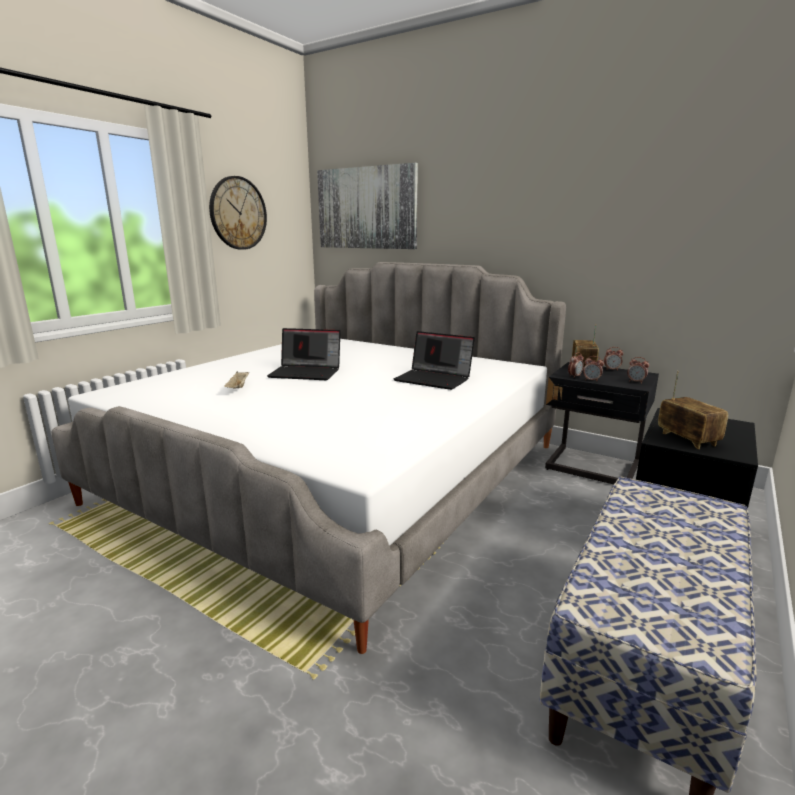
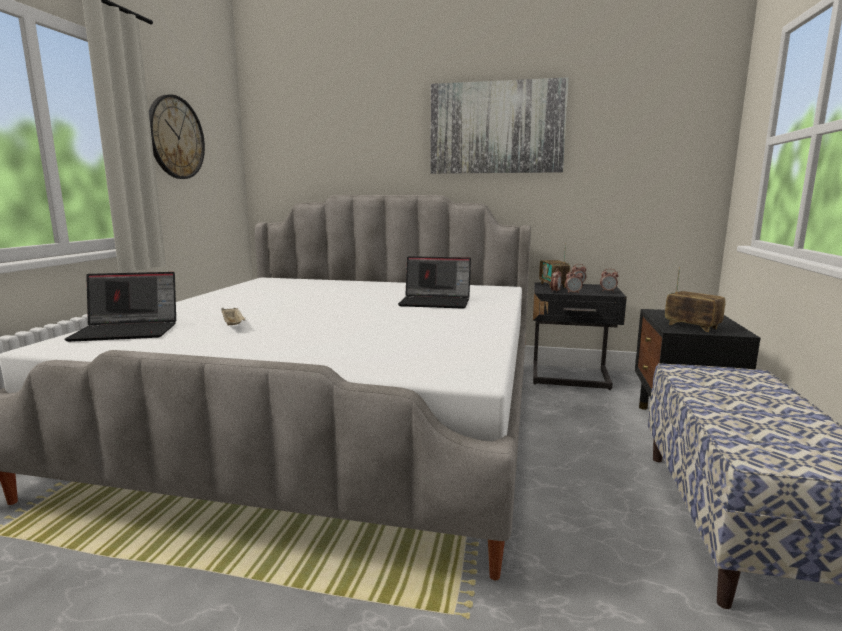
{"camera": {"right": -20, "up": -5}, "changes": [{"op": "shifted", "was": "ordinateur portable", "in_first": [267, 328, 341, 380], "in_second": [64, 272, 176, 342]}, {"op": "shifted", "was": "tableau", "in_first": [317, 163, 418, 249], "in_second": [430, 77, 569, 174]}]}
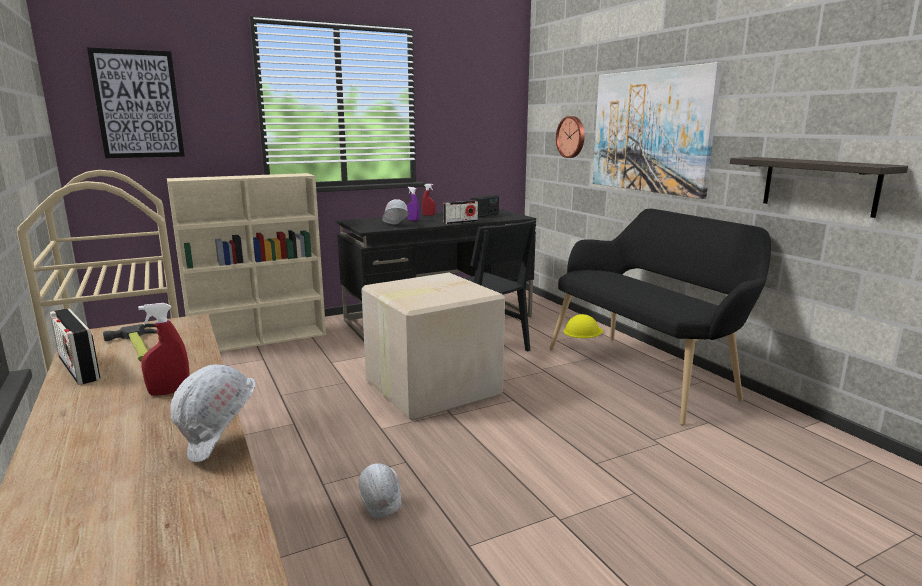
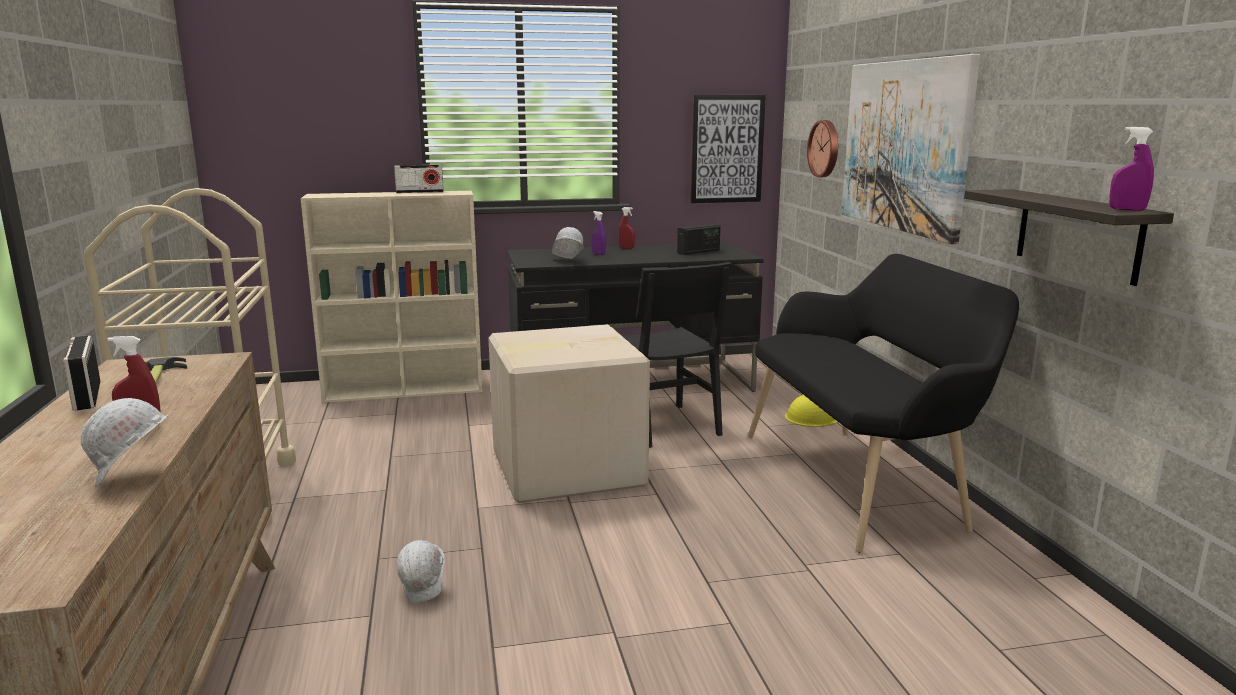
{"camera": {"right": 15, "up": 0}, "changes": [{"op": "shifted", "was": "tableau", "in_first": [87, 47, 185, 158], "in_second": [691, 95, 766, 203]}, {"op": "shifted", "was": "radio", "in_first": [443, 201, 478, 224], "in_second": [394, 165, 444, 193]}, {"op": "new", "now": "vaporisateur/violet", "in_second": [1109, 127, 1154, 211]}]}
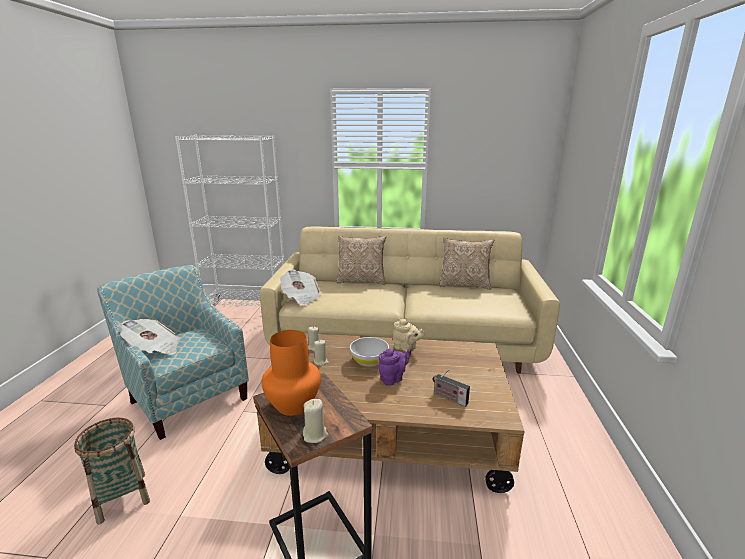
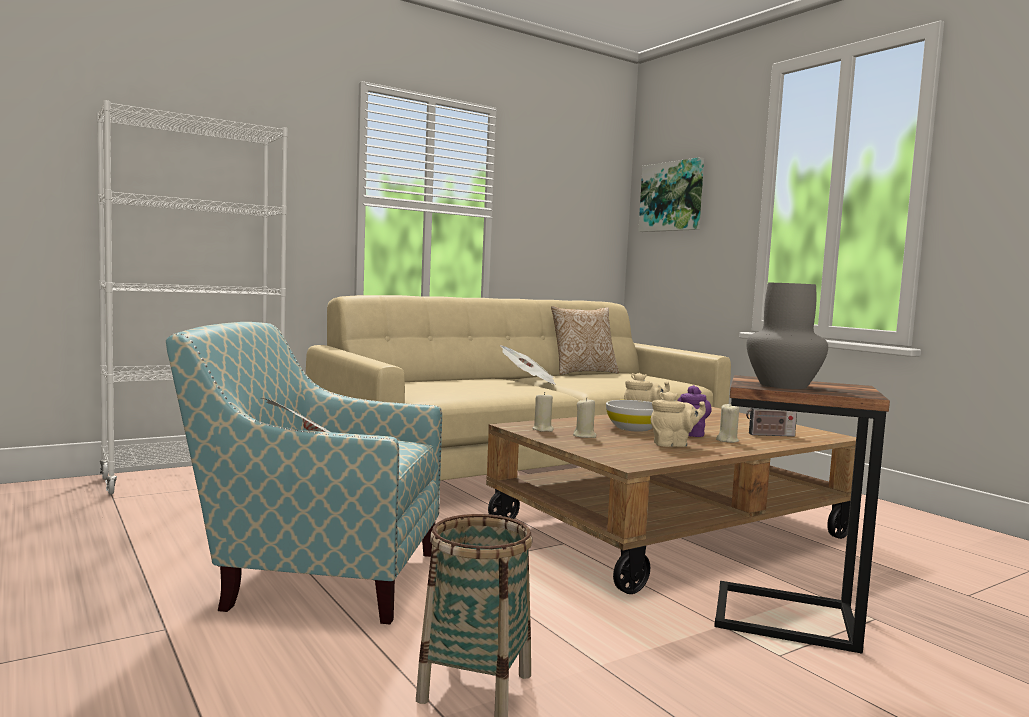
{"camera": {"right": -40, "up": -15}, "changes": [{"op": "repainted", "was": "vase/orange", "now": "vase/gris", "in_first": [261, 330, 321, 416], "in_second": [746, 283, 828, 389]}, {"op": "shifted", "was": "journal", "in_first": [280, 270, 321, 306], "in_second": [500, 345, 556, 385]}, {"op": "shifted", "was": "bougie/beige", "in_first": [303, 399, 328, 443], "in_second": [716, 402, 739, 443]}, {"op": "gone", "was": "coussin", "in_first": [336, 236, 386, 285]}, {"op": "new", "now": "tableau", "in_second": [638, 157, 704, 232]}, {"op": "new", "now": "théière/beige", "in_second": [651, 391, 706, 447]}]}
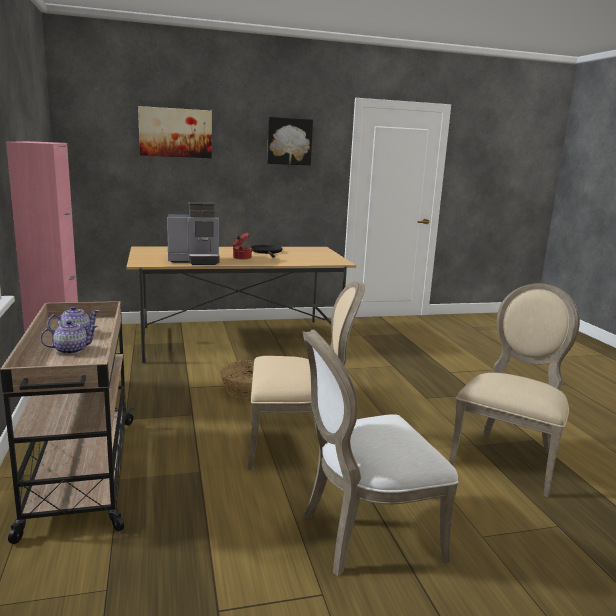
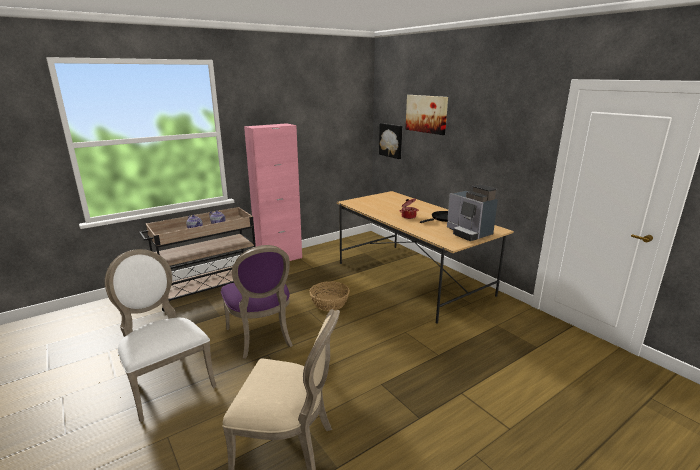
{"camera": {"right": 70, "up": 5}, "changes": [{"op": "shifted", "was": "machine à café", "in_first": [167, 202, 219, 265], "in_second": [447, 184, 498, 241]}, {"op": "repainted", "was": "chaise/beige", "now": "chaise/violet", "in_first": [247, 281, 365, 470], "in_second": [221, 245, 293, 359]}, {"op": "shifted", "was": "tableau", "in_first": [267, 117, 313, 165], "in_second": [379, 123, 402, 159]}]}
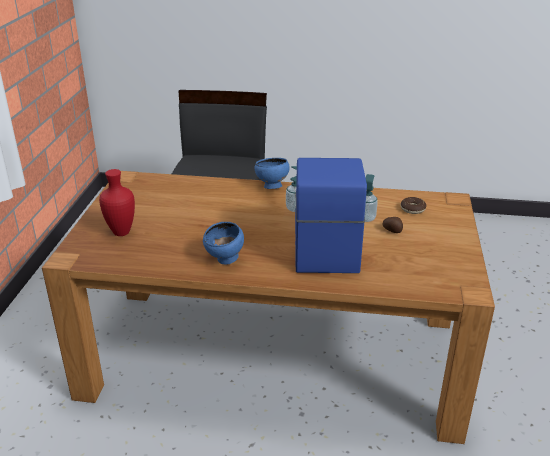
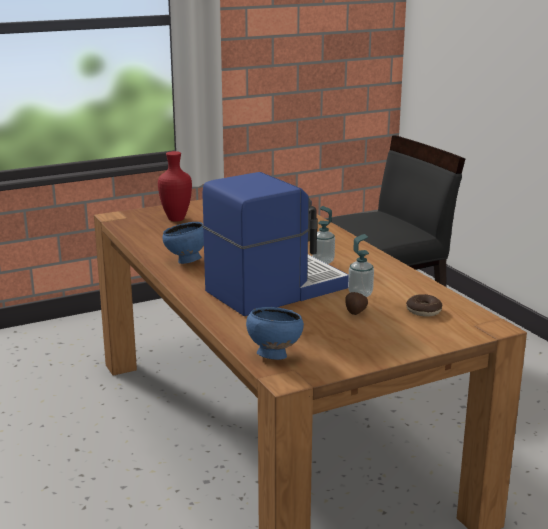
{"camera": {"right": 55, "up": -10}, "changes": [{"op": "shifted", "was": "bol/bleu", "in_first": [254, 158, 290, 189], "in_second": [246, 307, 304, 360]}]}
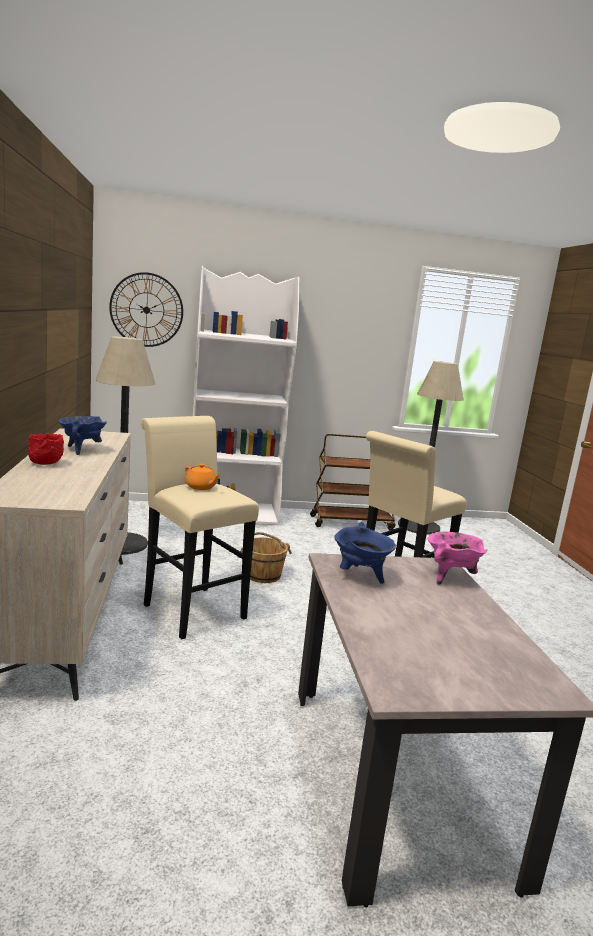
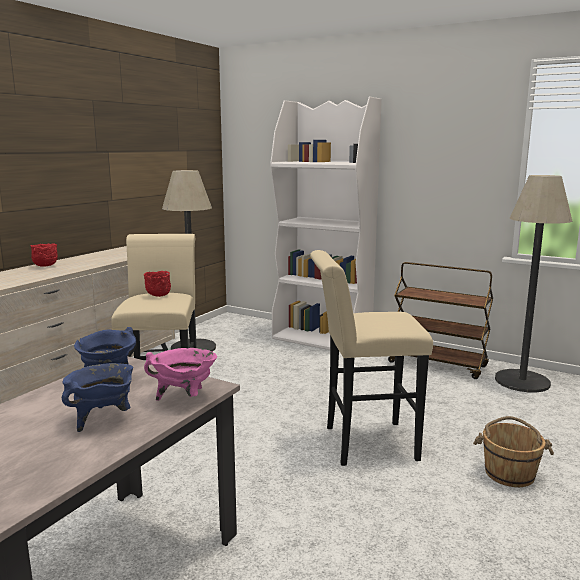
{"camera": {"right": 40, "up": 0}, "changes": [{"op": "shifted", "was": "marmite/bleu", "in_first": [58, 416, 107, 455], "in_second": [62, 363, 133, 432]}, {"op": "gone", "was": "horloge murale", "in_first": [109, 272, 183, 347]}, {"op": "swapped", "was": "théière/orange", "now": "bol/rouge", "in_first": [185, 464, 221, 490], "in_second": [144, 271, 171, 297]}, {"op": "shifted", "was": "seau/marron", "in_first": [238, 532, 292, 583], "in_second": [473, 416, 554, 487]}]}
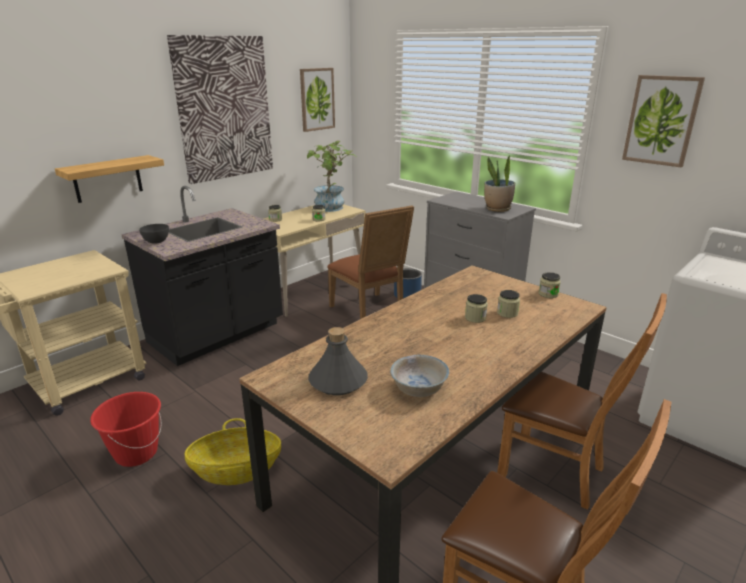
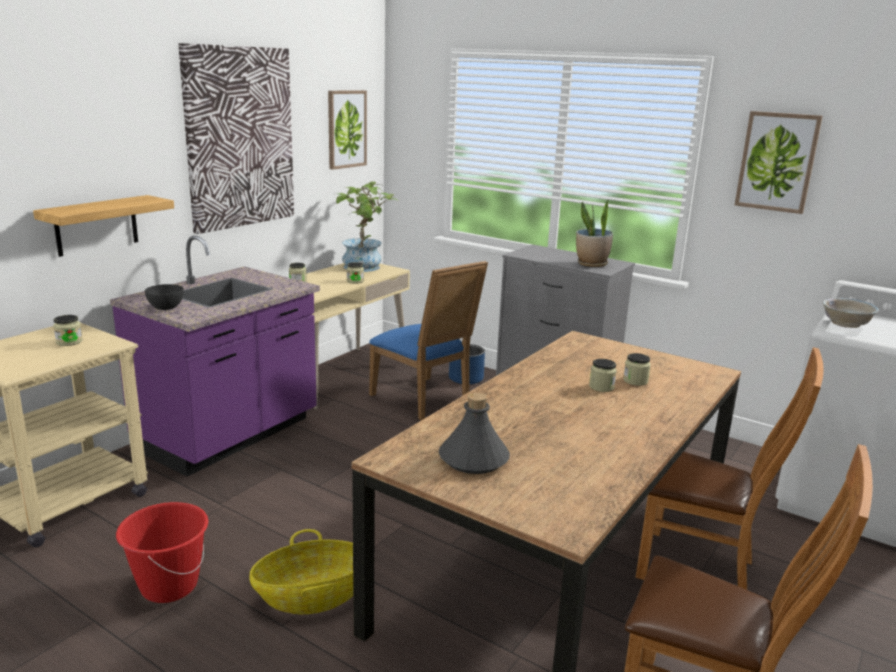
{"camera": {"right": -10, "up": -5}, "changes": [{"op": "repainted", "was": "comptoir de cuisine/noir", "now": "comptoir de cuisine/violet", "in_first": [121, 186, 283, 366], "in_second": [110, 235, 320, 477]}, {"op": "repainted", "was": "chaise/marron", "now": "chaise/bleu", "in_first": [327, 205, 414, 319], "in_second": [369, 261, 488, 420]}, {"op": "shifted", "was": "bol/blanc", "in_first": [390, 355, 449, 397], "in_second": [822, 298, 879, 328]}, {"op": "shifted", "was": "bocal", "in_first": [539, 272, 561, 298], "in_second": [53, 315, 82, 346]}]}
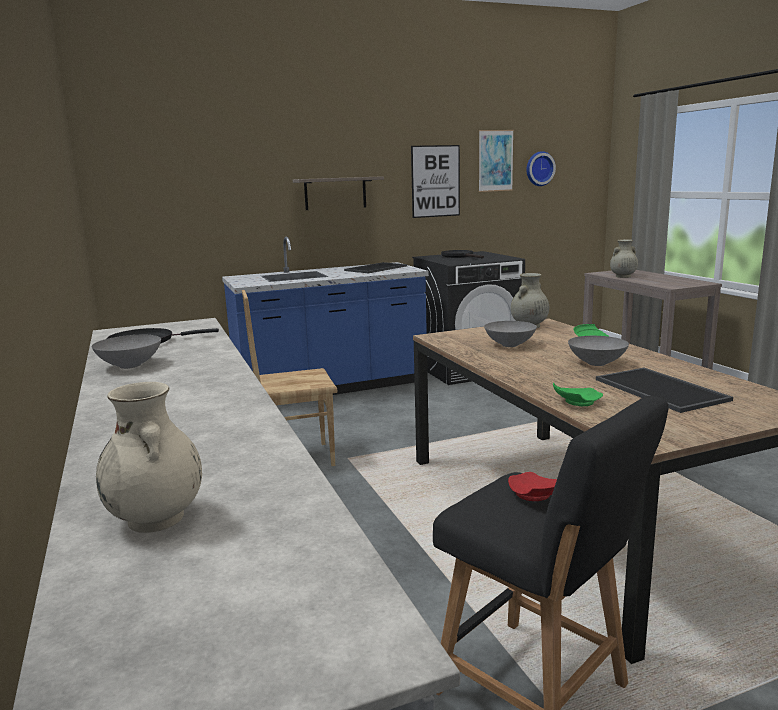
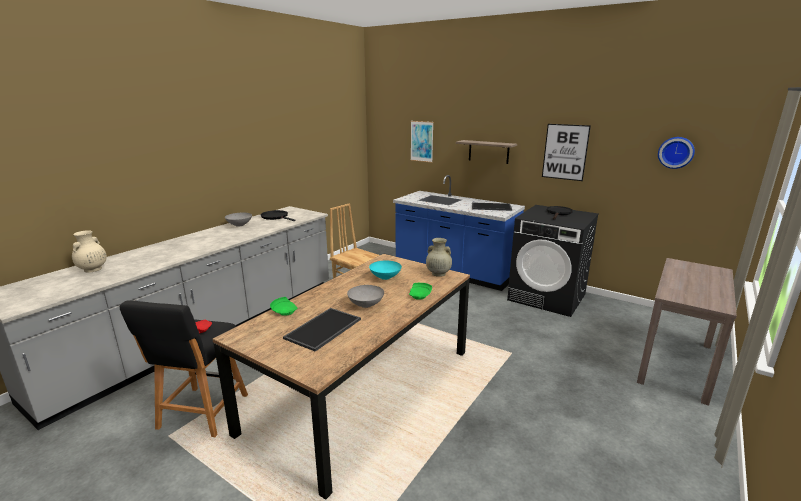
{"camera": {"right": 55, "up": 5}, "changes": [{"op": "shifted", "was": "tableau", "in_first": [479, 130, 514, 192], "in_second": [411, 121, 434, 162]}, {"op": "repainted", "was": "bol/gris", "now": "bol/turquoise", "in_first": [484, 321, 537, 347], "in_second": [369, 261, 402, 280]}, {"op": "gone", "was": "vase/beige", "in_first": [610, 239, 638, 278]}]}
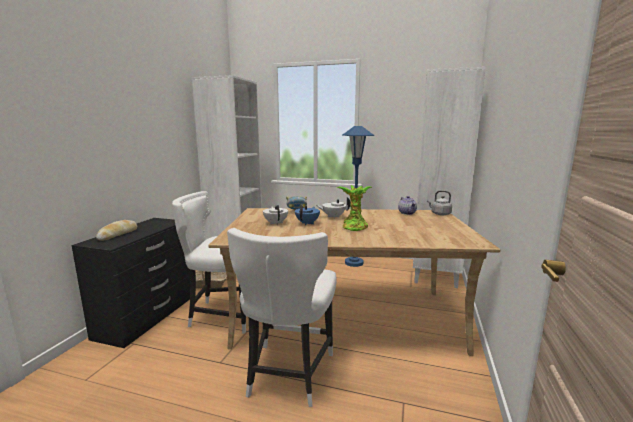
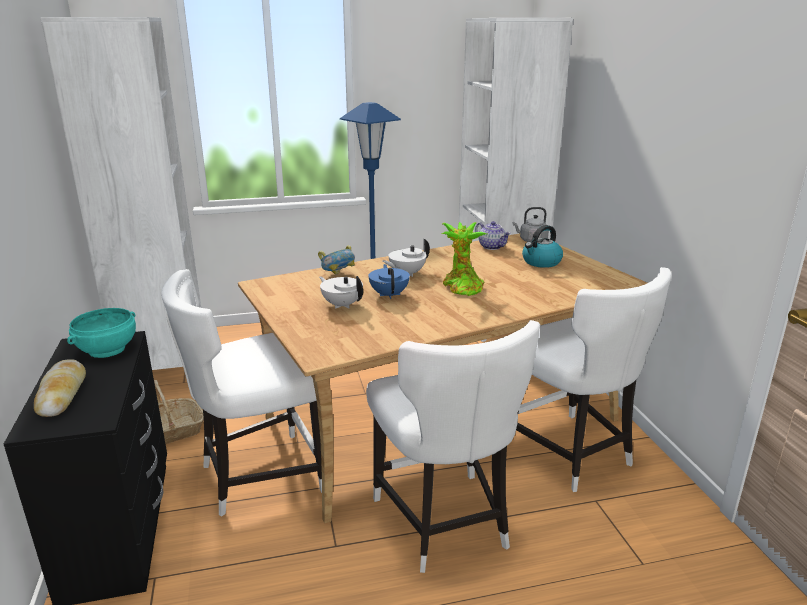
{"camera": {"right": -30, "up": 10}, "changes": [{"op": "new", "now": "bol/turquoise", "in_second": [67, 308, 136, 358]}, {"op": "new", "now": "chaise/blanc", "in_second": [516, 267, 672, 492]}, {"op": "new", "now": "bouilloire", "in_second": [522, 225, 563, 268]}]}
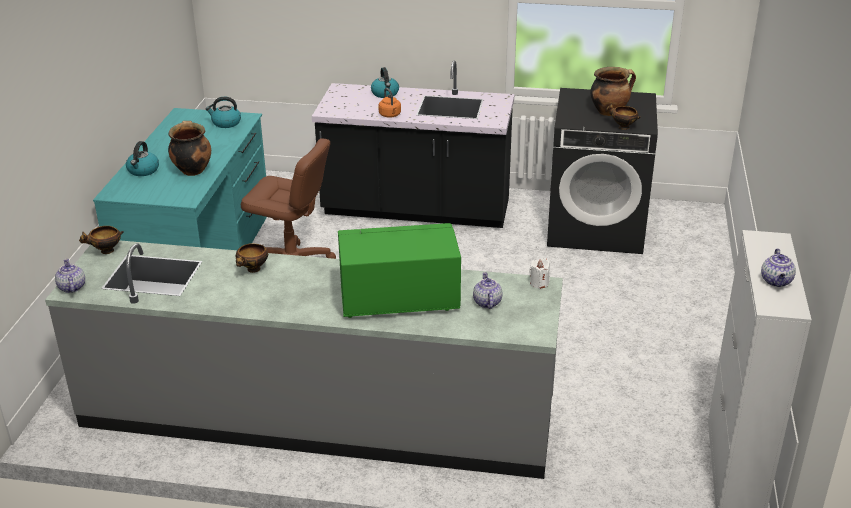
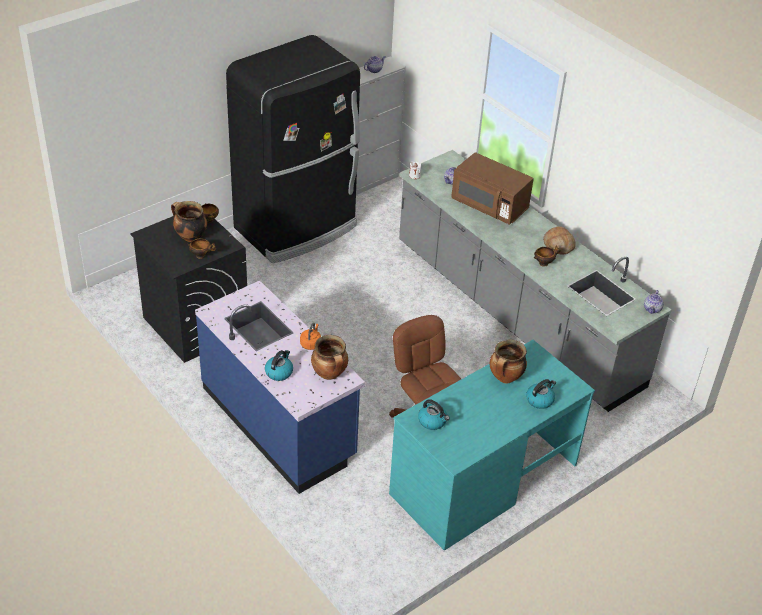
{"camera": {"right": -140, "up": 10}, "changes": [{"op": "shifted", "was": "bol", "in_first": [79, 226, 124, 254], "in_second": [188, 239, 216, 259]}, {"op": "repainted", "was": "comptoir de cuisine/noir", "now": "comptoir de cuisine/bleu", "in_first": [312, 61, 514, 228], "in_second": [195, 280, 365, 494]}, {"op": "repainted", "was": "micro-ondes/vert", "now": "micro-ondes/marron", "in_first": [338, 223, 461, 318], "in_second": [451, 152, 534, 225]}, {"op": "new", "now": "réfrigérateur/noir", "in_second": [226, 35, 360, 263]}, {"op": "new", "now": "marmite", "in_second": [311, 335, 348, 380]}, {"op": "new", "now": "pain", "in_second": [543, 226, 576, 254]}]}
